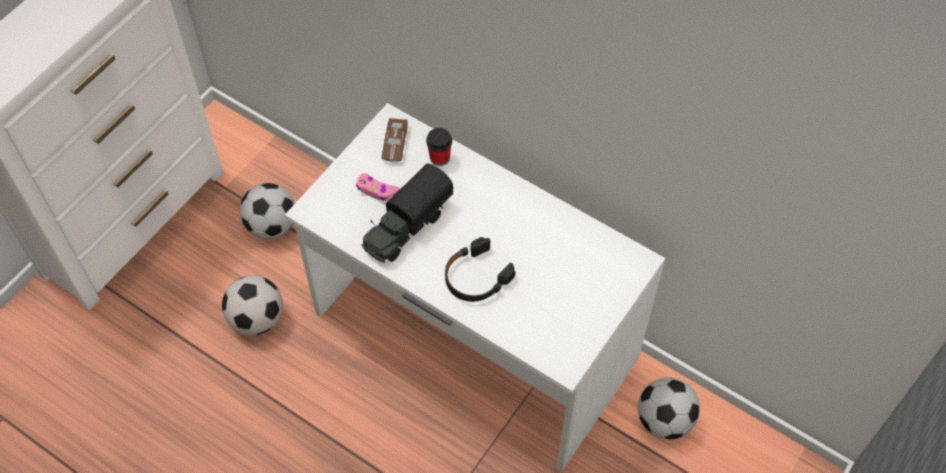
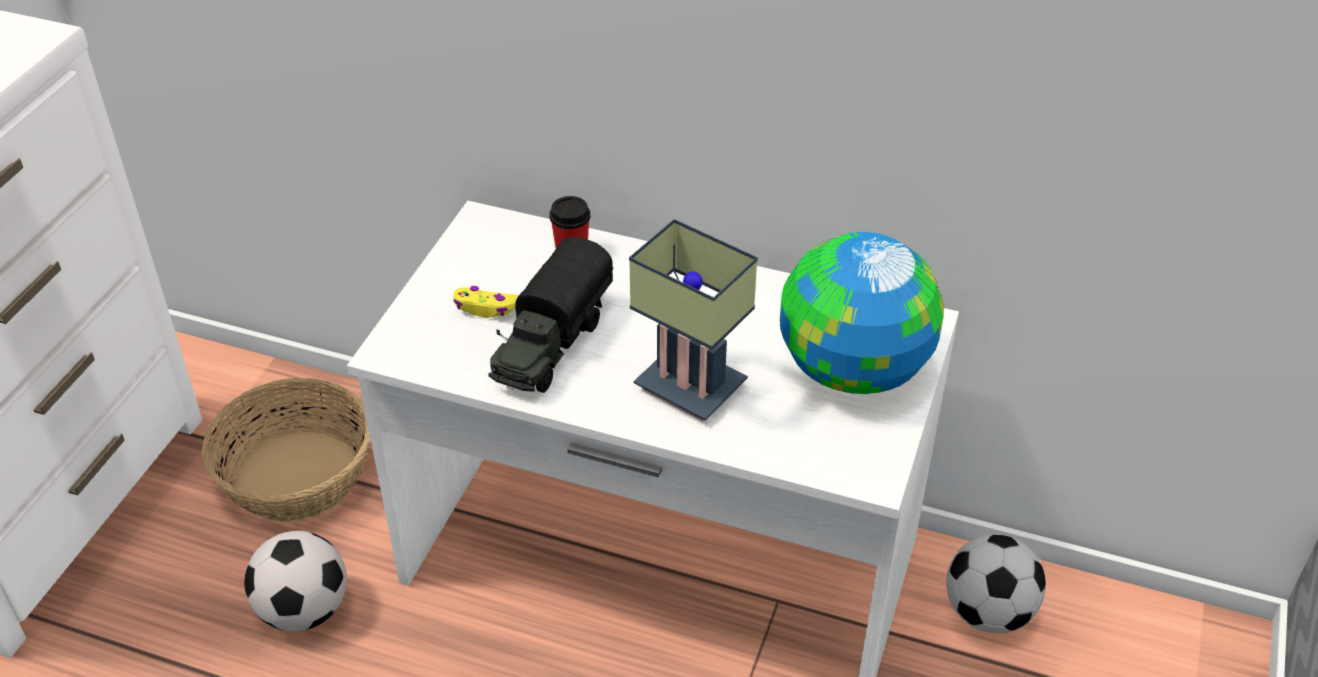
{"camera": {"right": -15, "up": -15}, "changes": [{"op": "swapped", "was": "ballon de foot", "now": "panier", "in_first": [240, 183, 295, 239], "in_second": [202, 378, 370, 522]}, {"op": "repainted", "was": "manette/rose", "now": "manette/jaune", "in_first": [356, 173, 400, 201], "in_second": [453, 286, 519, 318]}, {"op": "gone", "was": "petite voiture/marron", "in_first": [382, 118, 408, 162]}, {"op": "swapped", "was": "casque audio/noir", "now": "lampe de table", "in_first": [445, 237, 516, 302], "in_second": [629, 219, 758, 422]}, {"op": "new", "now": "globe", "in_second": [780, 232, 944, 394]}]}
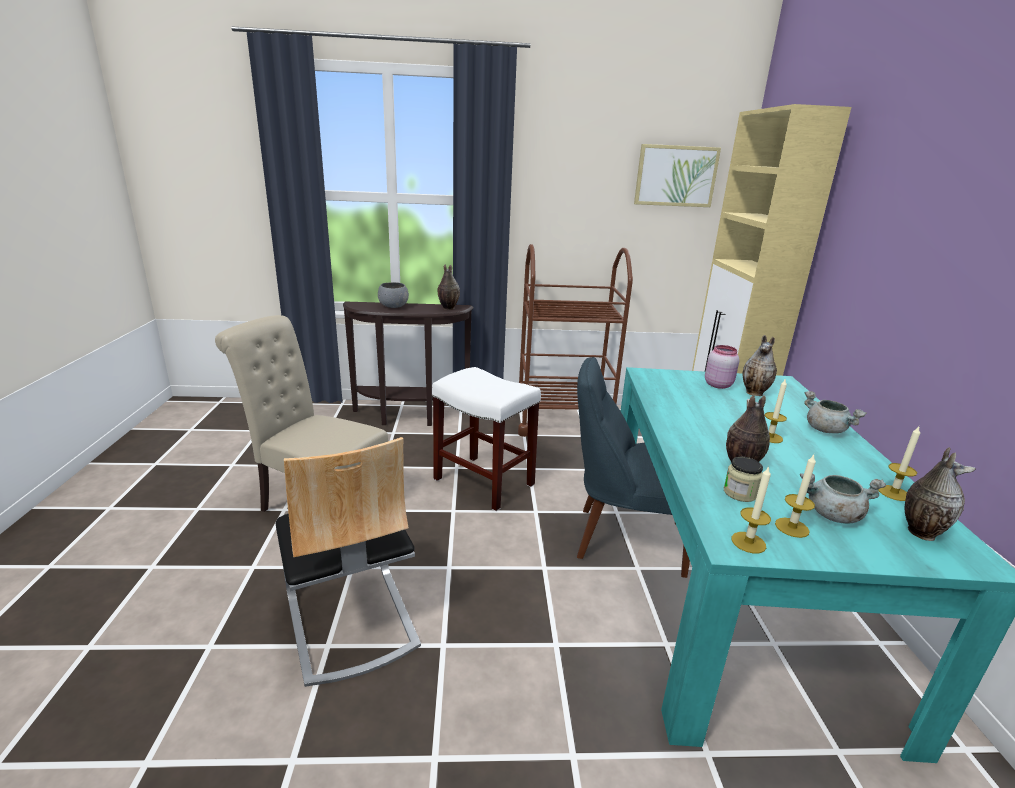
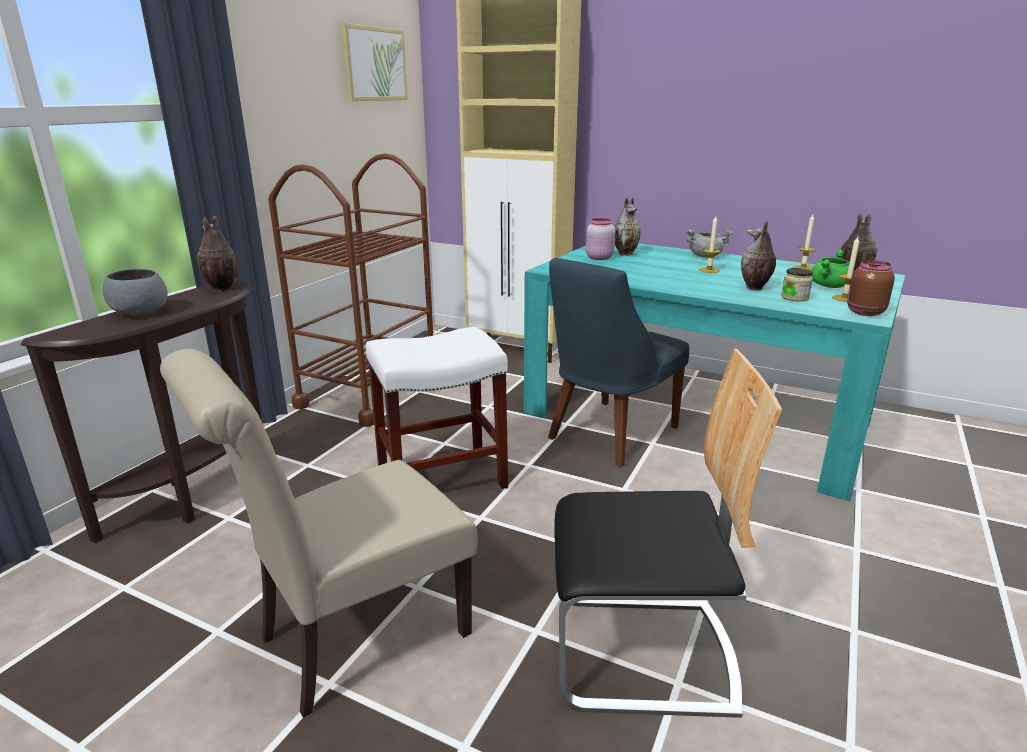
{"camera": {"right": -60, "up": 0}, "changes": [{"op": "swapped", "was": "bougie", "now": "bocal/marron", "in_first": [731, 466, 771, 553], "in_second": [847, 260, 895, 316]}, {"op": "repainted", "was": "marmite/gris", "now": "marmite/vert", "in_first": [800, 473, 886, 524], "in_second": [811, 250, 849, 288]}]}
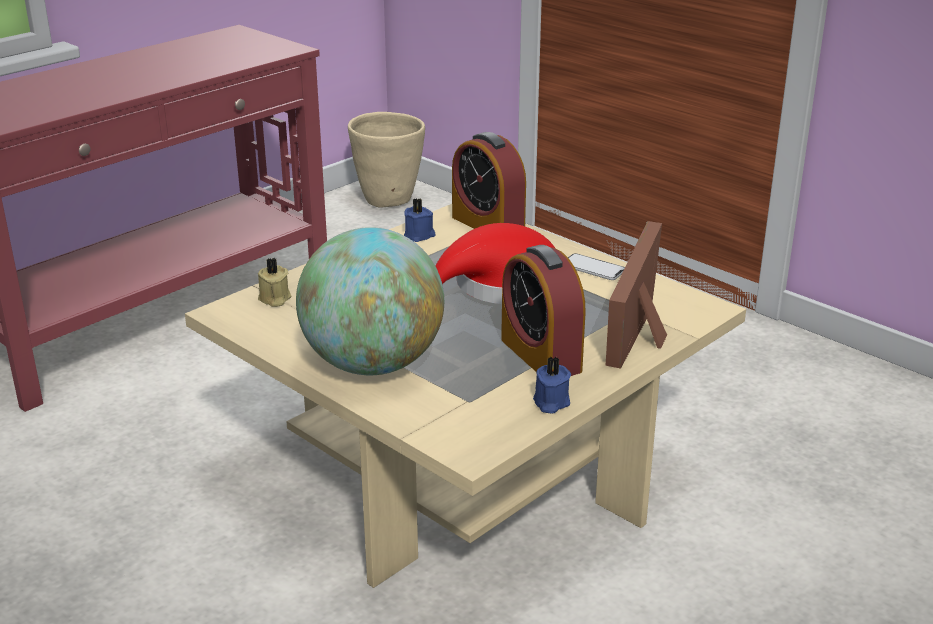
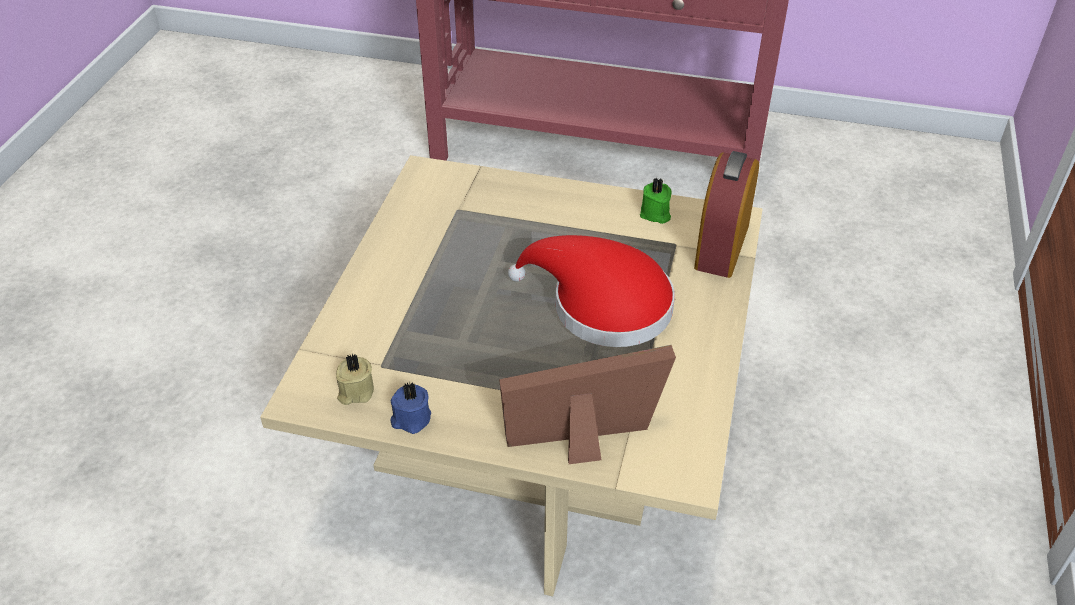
{"camera": {"right": 60, "up": 15}, "changes": [{"op": "shifted", "was": "bougie/beige", "in_first": [258, 258, 291, 307], "in_second": [336, 353, 374, 405]}, {"op": "gone", "was": "globe", "in_first": [296, 227, 444, 375]}, {"op": "gone", "was": "cache-pot/beige", "in_first": [348, 112, 425, 207]}, {"op": "repainted", "was": "bougie/bleu", "now": "bougie/vert", "in_first": [404, 198, 435, 242], "in_second": [640, 177, 671, 224]}, {"op": "gone", "was": "réveil", "in_first": [501, 245, 586, 376]}, {"op": "gone", "was": "téléphone", "in_first": [568, 253, 625, 280]}]}
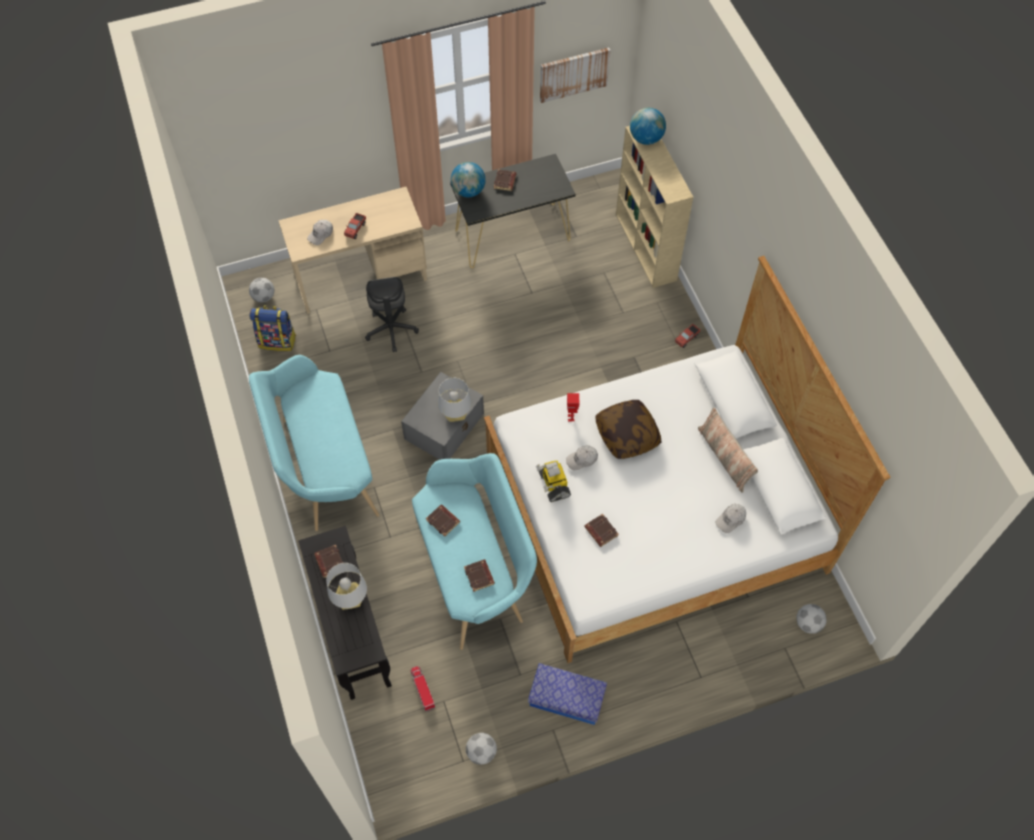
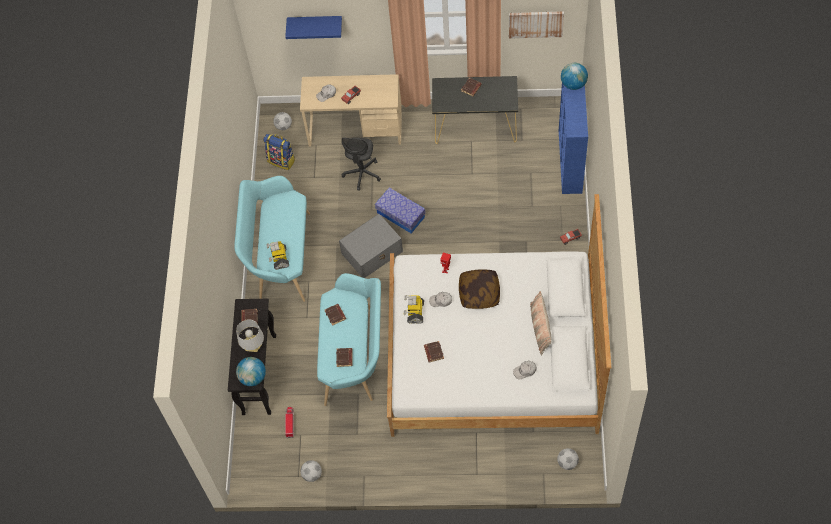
{"camera": {"right": 25, "up": 0}, "changes": [{"op": "gone", "was": "lampe de table/gris", "in_first": [438, 378, 472, 422]}, {"op": "shifted", "was": "globe", "in_first": [451, 162, 486, 197], "in_second": [236, 357, 266, 386]}, {"op": "shifted", "was": "boîte de rangement", "in_first": [528, 663, 607, 725], "in_second": [375, 187, 426, 233]}, {"op": "repainted", "was": "bibliothèque/beige", "now": "bibliothèque/bleu", "in_first": [616, 126, 693, 288], "in_second": [559, 83, 588, 194]}, {"op": "new", "now": "robot jouet", "in_second": [266, 241, 289, 270]}, {"op": "new", "now": "étagère/bleu", "in_second": [285, 16, 342, 39]}]}
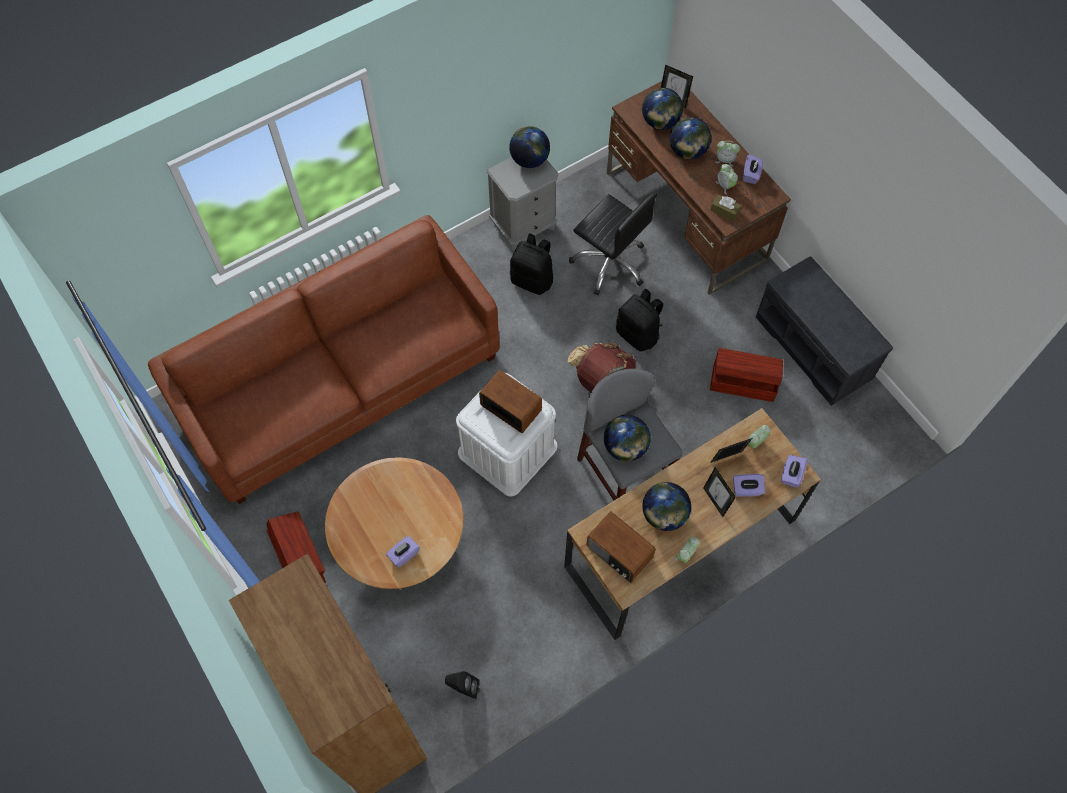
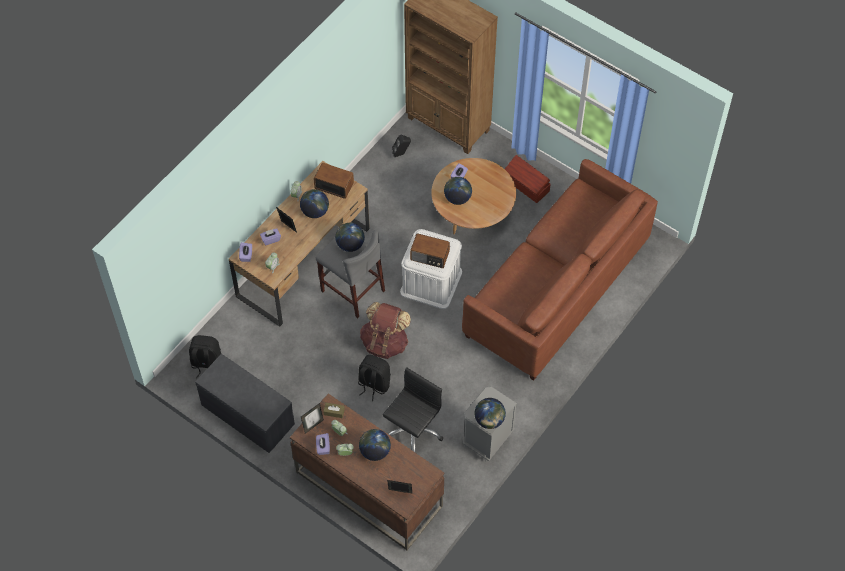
{"camera": {"right": 160, "up": -5}, "changes": [{"op": "shifted", "was": "sac à dos/noir", "in_first": [510, 234, 553, 295], "in_second": [189, 335, 221, 379]}, {"op": "rotated", "was": "chaise de bureau/noir", "in_first": [569, 193, 657, 295], "in_second": [383, 367, 443, 453], "clockwise": 105}, {"op": "shifted", "was": "globe", "in_first": [642, 88, 683, 130], "in_second": [444, 177, 472, 205]}, {"op": "gone", "was": "boîte de rangement/marron", "in_first": [710, 348, 783, 402]}, {"op": "shifted", "was": "cadre photo", "in_first": [710, 438, 752, 463], "in_second": [301, 403, 324, 434]}]}
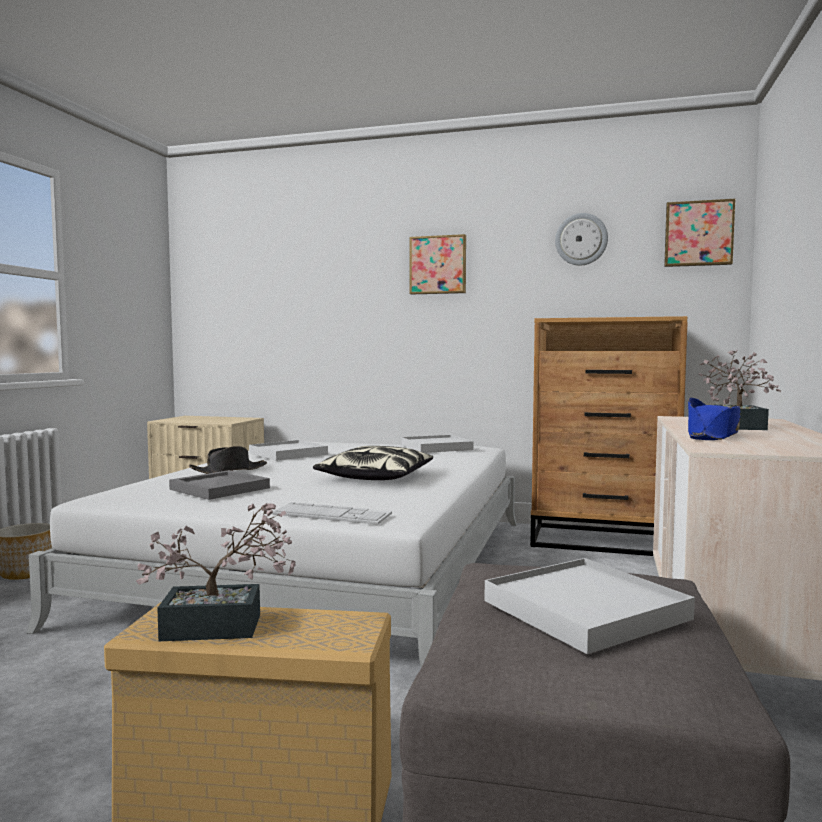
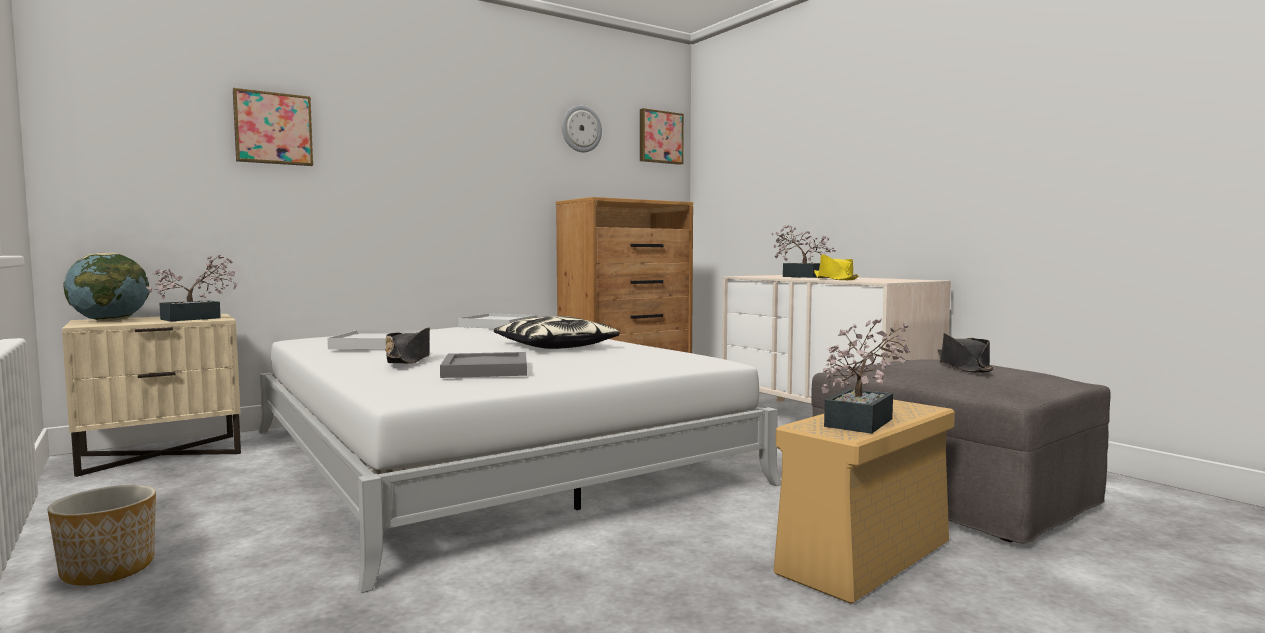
{"camera": {"right": -50, "up": 0}, "changes": [{"op": "gone", "was": "clavier", "in_first": [272, 502, 392, 525]}, {"op": "shifted", "was": "tableau", "in_first": [410, 234, 466, 294], "in_second": [233, 88, 313, 166]}, {"op": "swapped", "was": "plateau/blanc", "now": "chapeau/noir", "in_first": [485, 558, 695, 654], "in_second": [937, 333, 994, 373]}, {"op": "repainted", "was": "chapeau/bleu", "now": "chapeau/jaune", "in_first": [688, 398, 741, 440], "in_second": [814, 254, 859, 280]}, {"op": "new", "now": "globe", "in_second": [63, 253, 150, 321]}, {"op": "new", "now": "plante en pot", "in_second": [146, 254, 237, 322]}]}
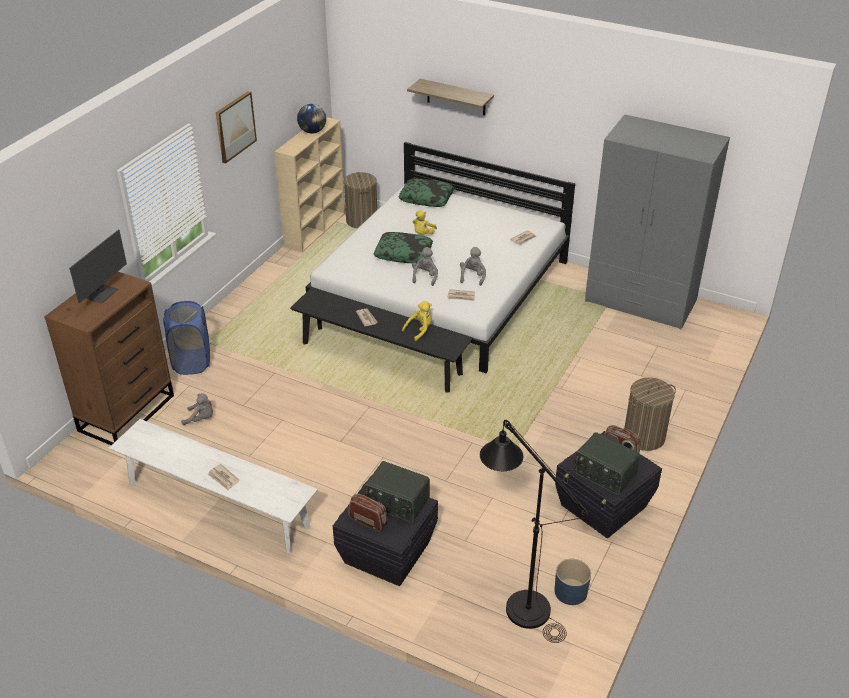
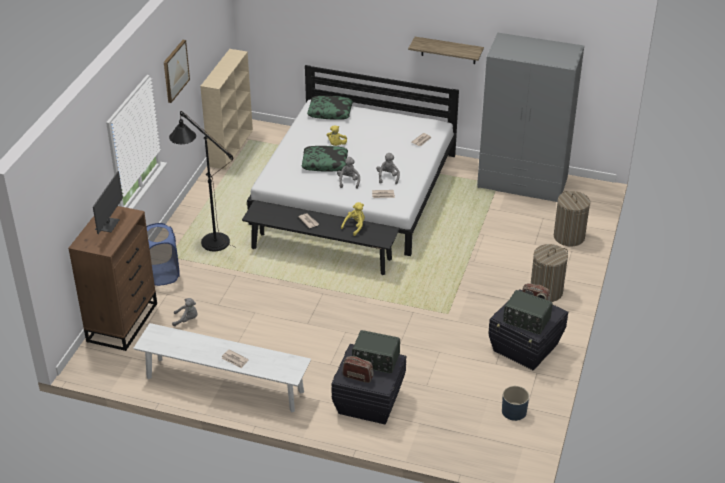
{"camera": {"right": -10, "up": 0}, "changes": [{"op": "gone", "was": "globe", "in_first": [297, 104, 326, 134]}, {"op": "shifted", "was": "panier à linge", "in_first": [344, 172, 377, 229], "in_second": [554, 191, 590, 246]}, {"op": "shifted", "was": "étagère", "in_first": [407, 79, 494, 115], "in_second": [408, 37, 484, 64]}, {"op": "shifted", "was": "lampadaire/noir", "in_first": [480, 420, 588, 643], "in_second": [169, 111, 237, 251]}]}
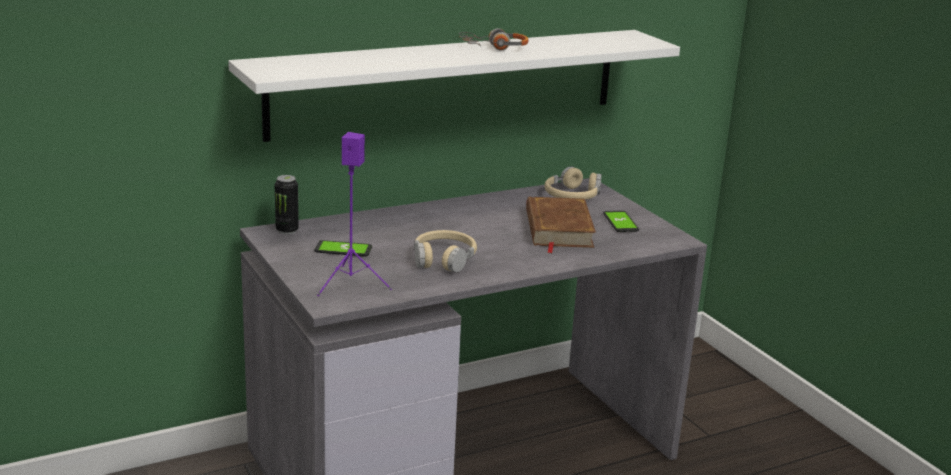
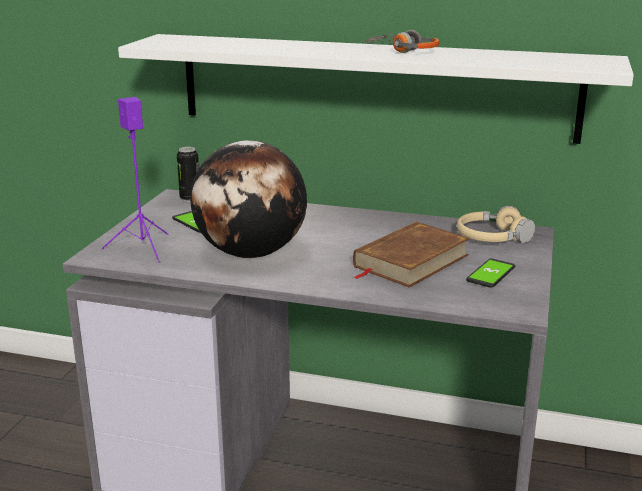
{"camera": {"right": 45, "up": 0}, "changes": [{"op": "swapped", "was": "casque audio/beige", "now": "globe", "in_first": [414, 230, 477, 273], "in_second": [191, 140, 307, 258]}]}
